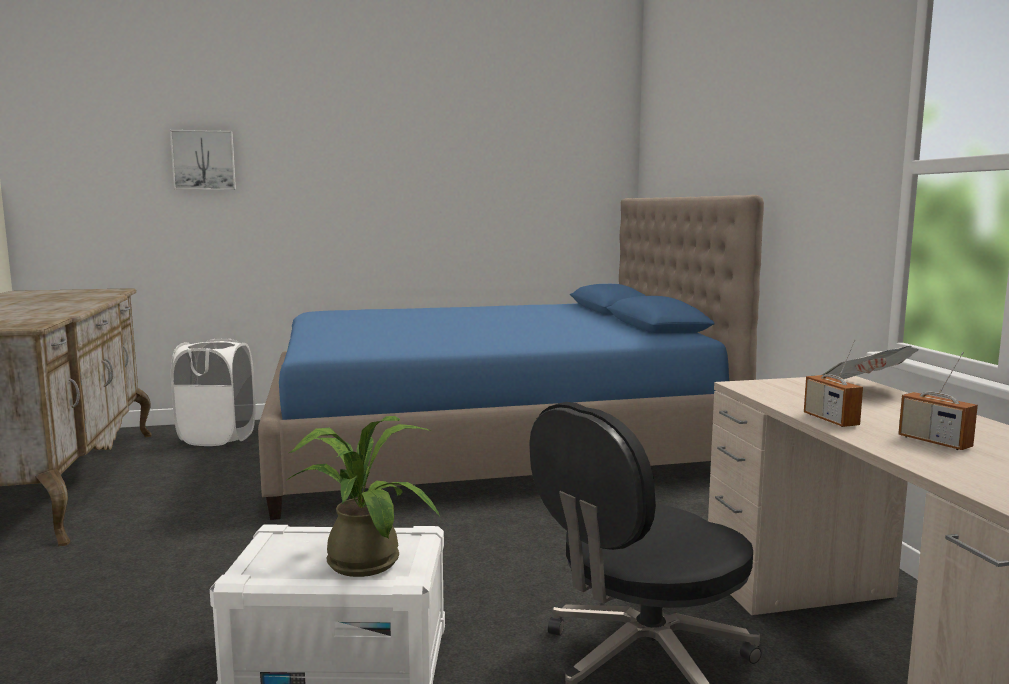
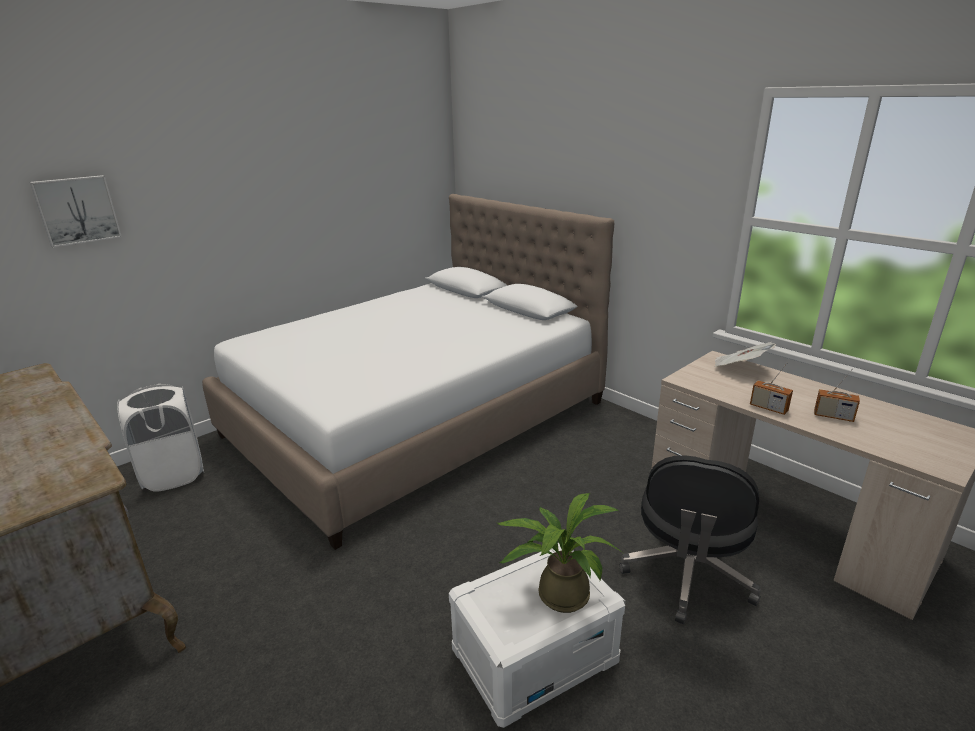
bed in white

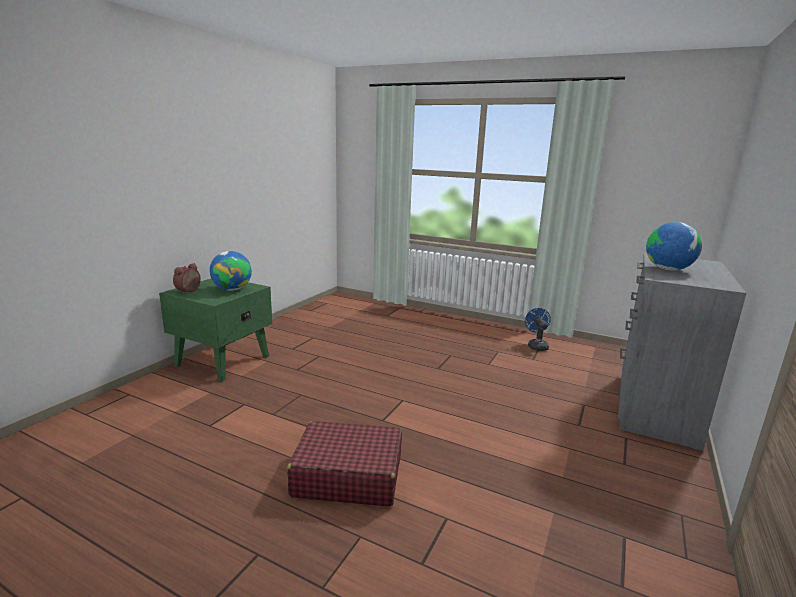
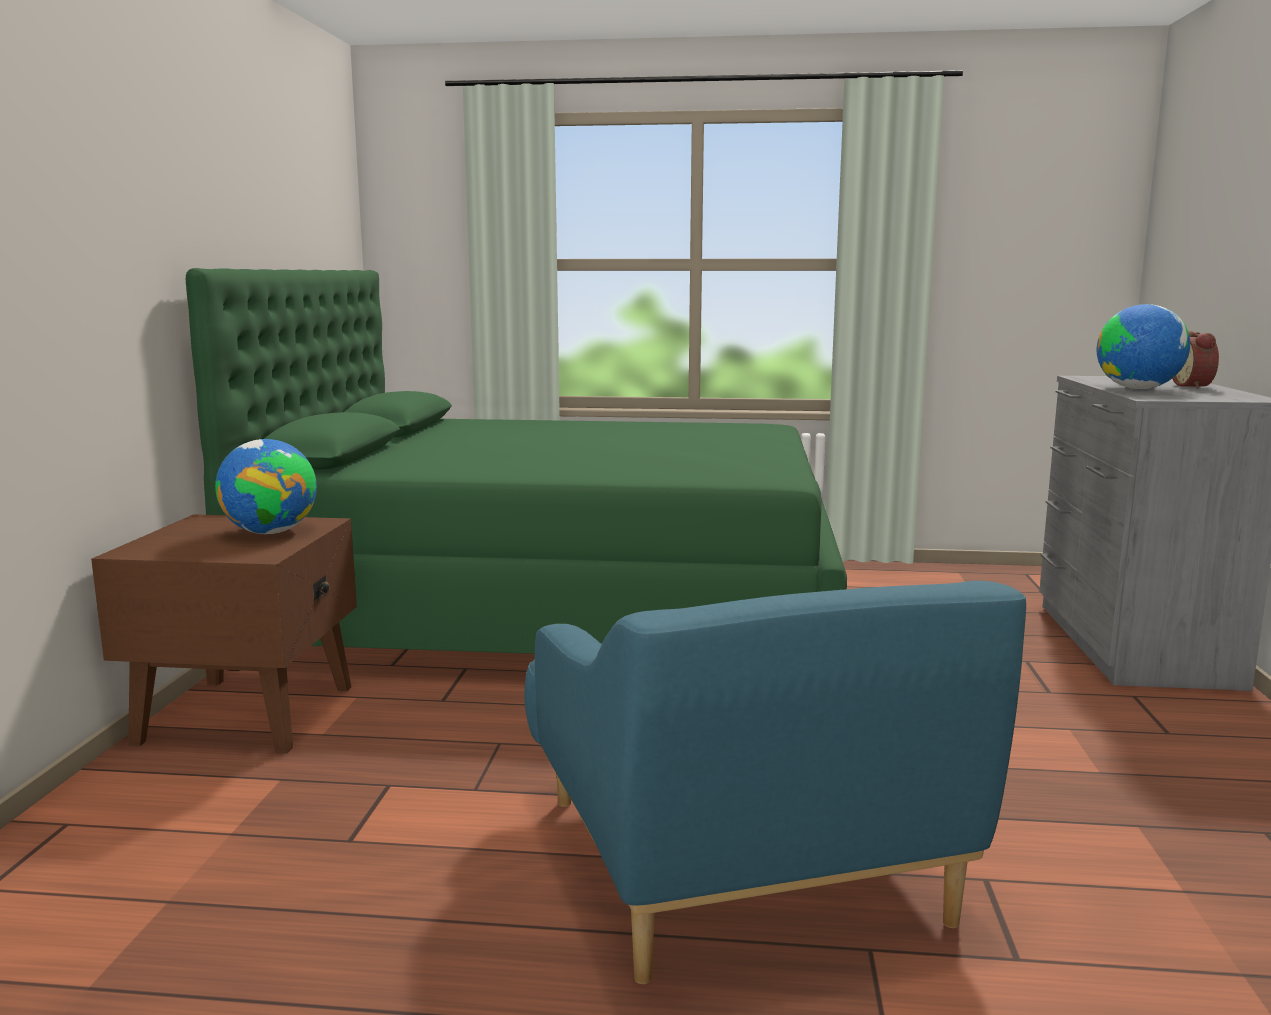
fan in blue
bed in green
alarm clock
armchair in blue
nightstand in brown

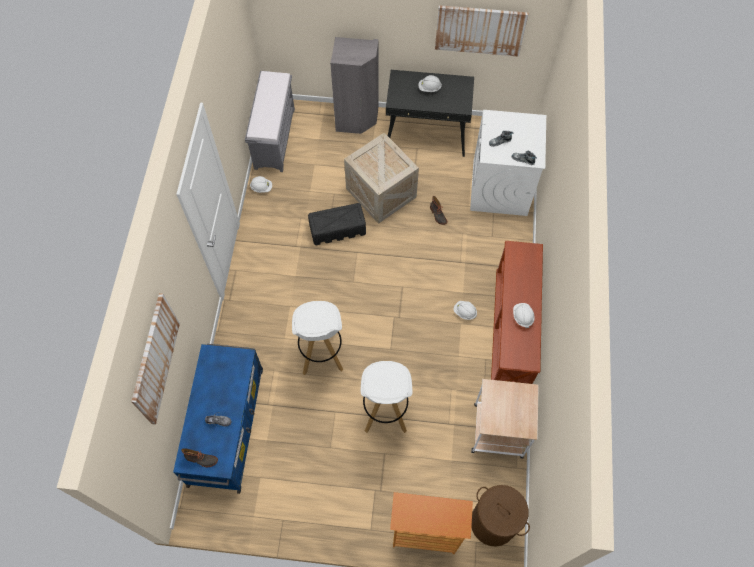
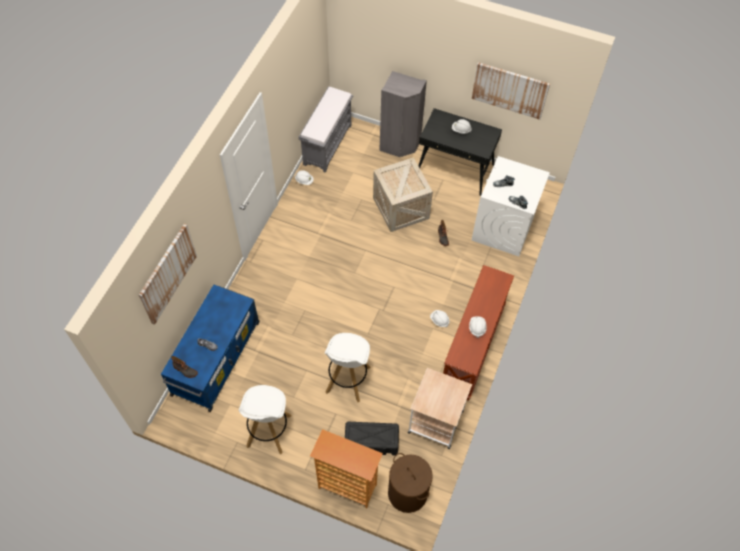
stool in white (1st from left)
storage box in black

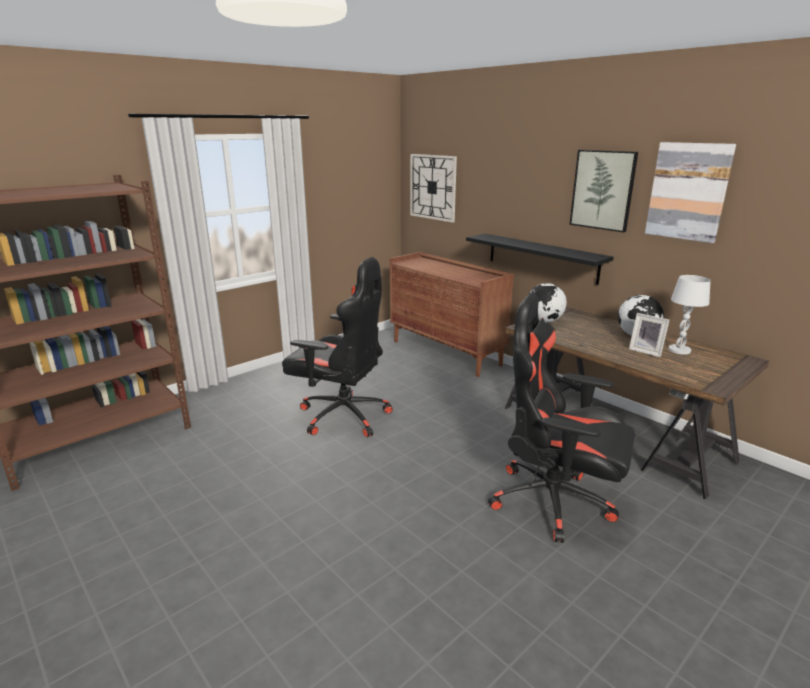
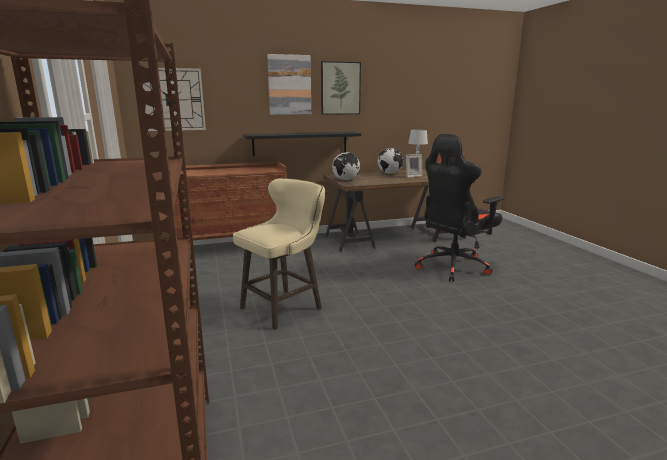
picture (1st from left)
stool in beige

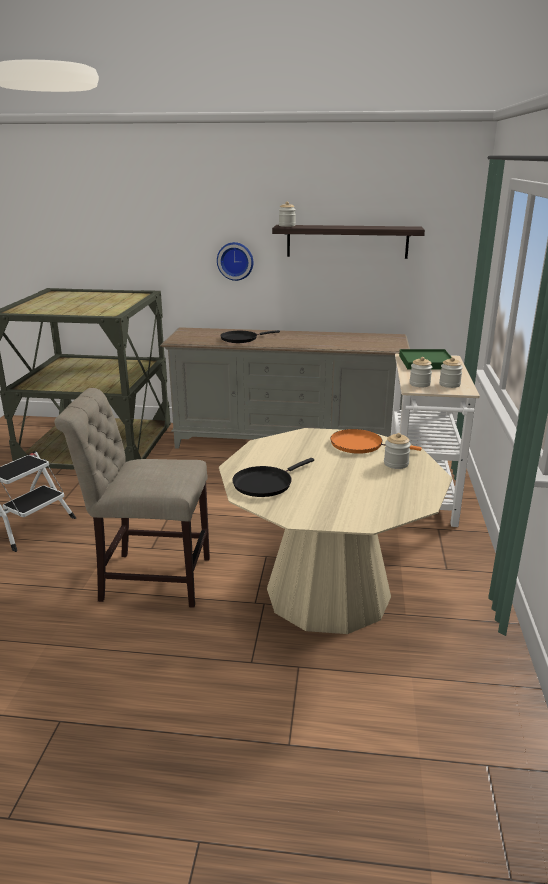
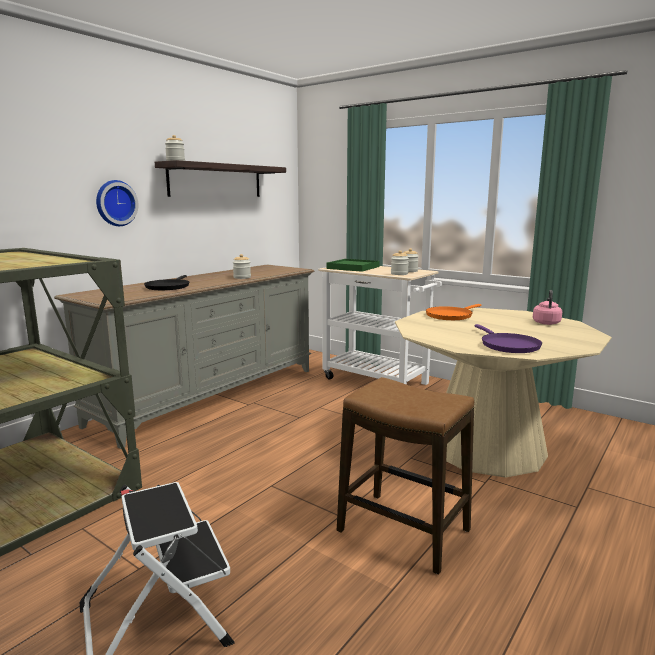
kettle in pink
jar (2nd from left)
stool
frying pan in purple

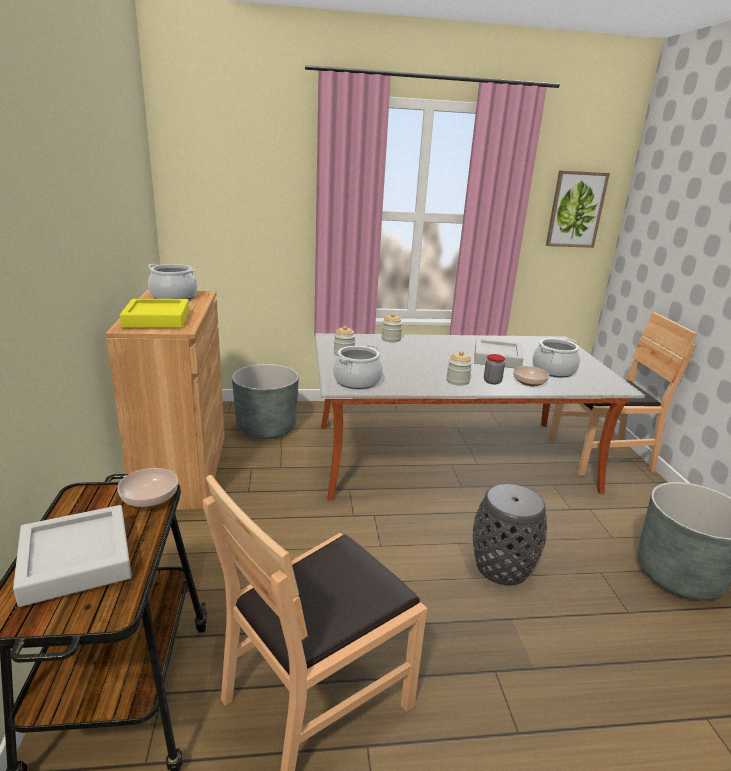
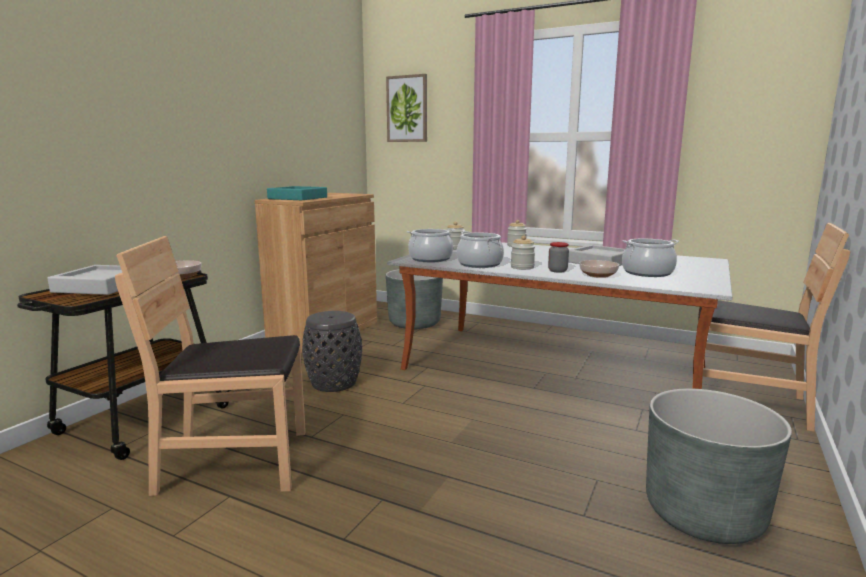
cooking pot (2nd from left)
stool in grey
picture
tray in turquoise

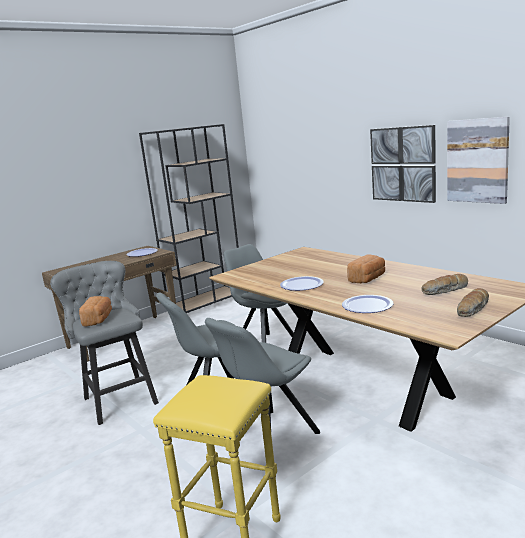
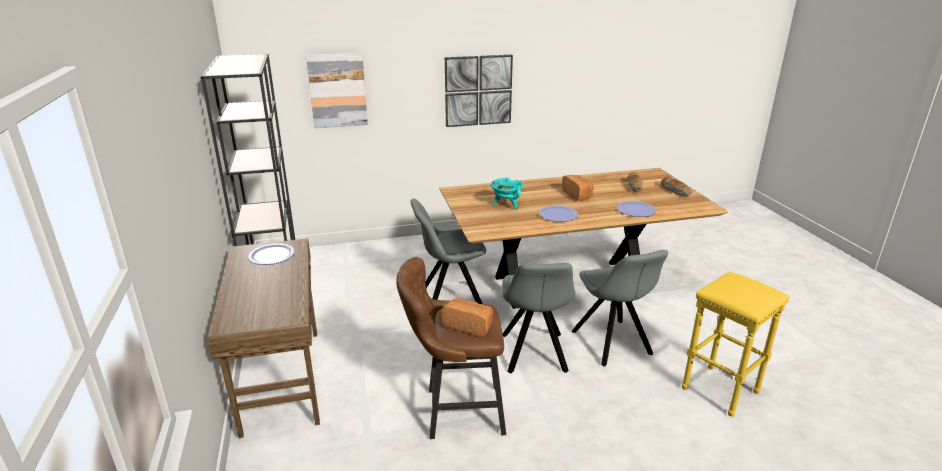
cooking pot in turquoise
picture (1st from left)
stool in brown

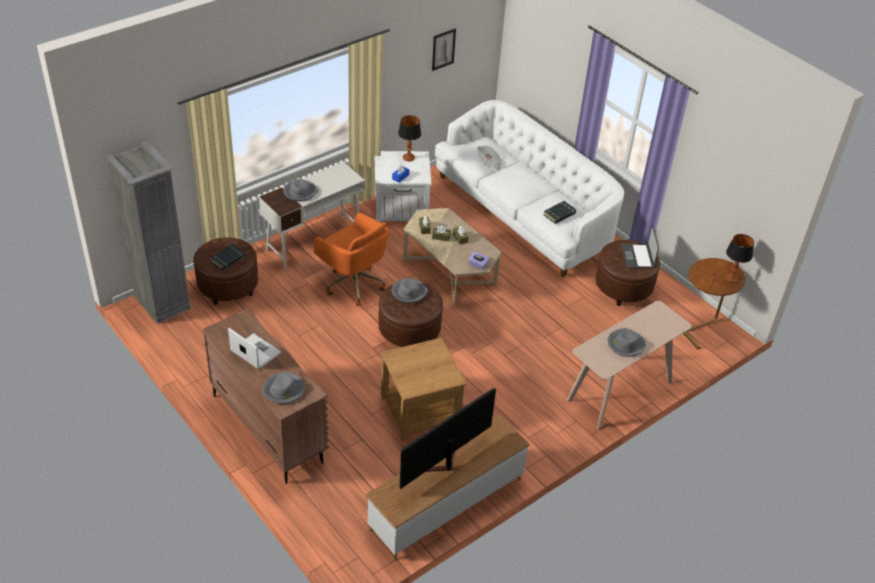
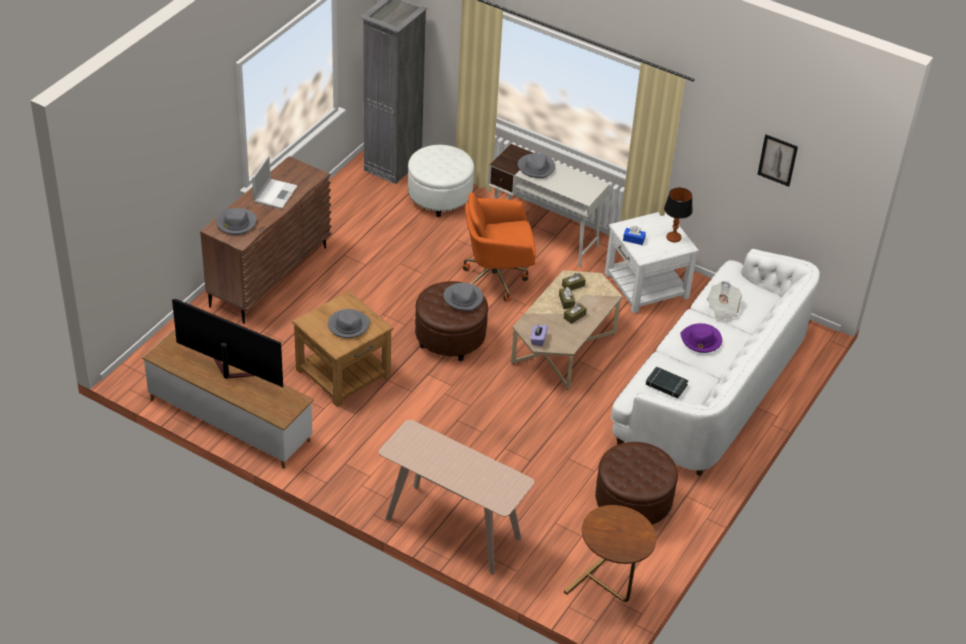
book in black (1st from left in the first image)
laptop (2nd from left in the first image)
table lamp (2nd from left in the first image)
hat in purple
hat in grey (2nd from left)
ottoman in white
office chair in orange

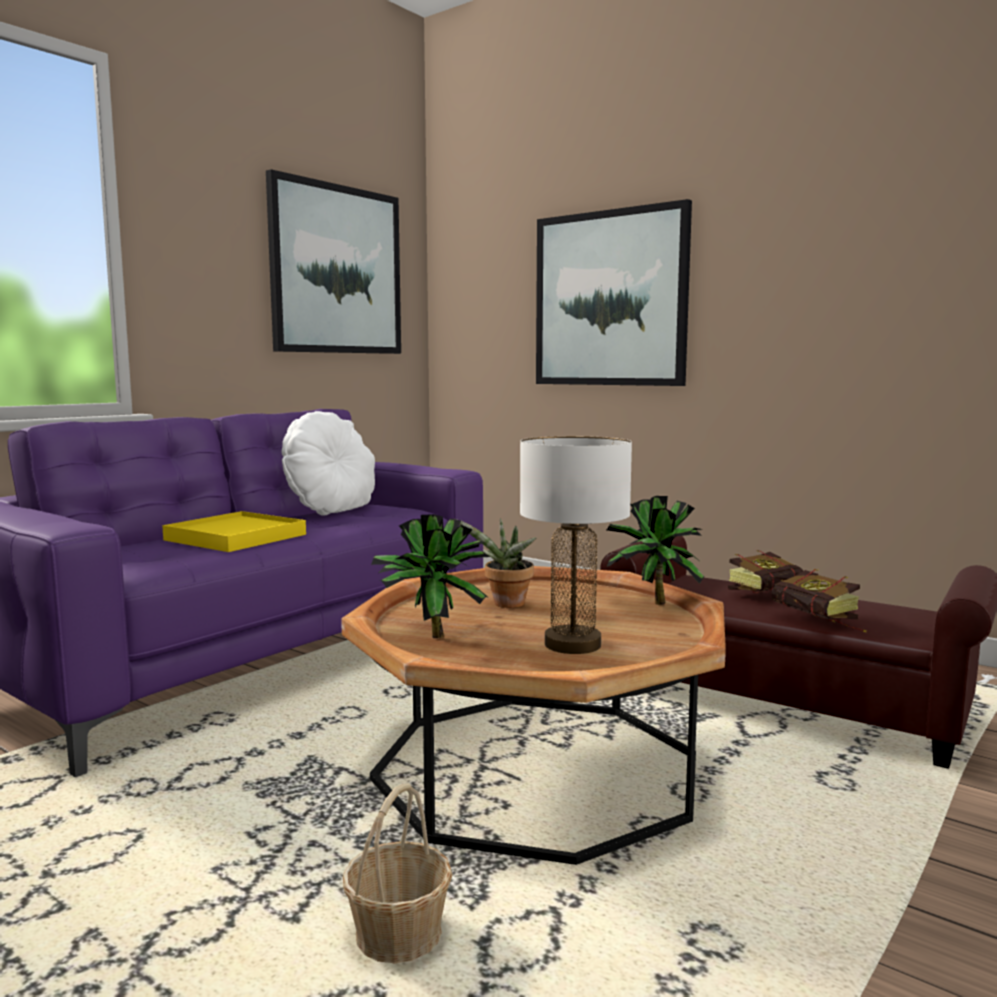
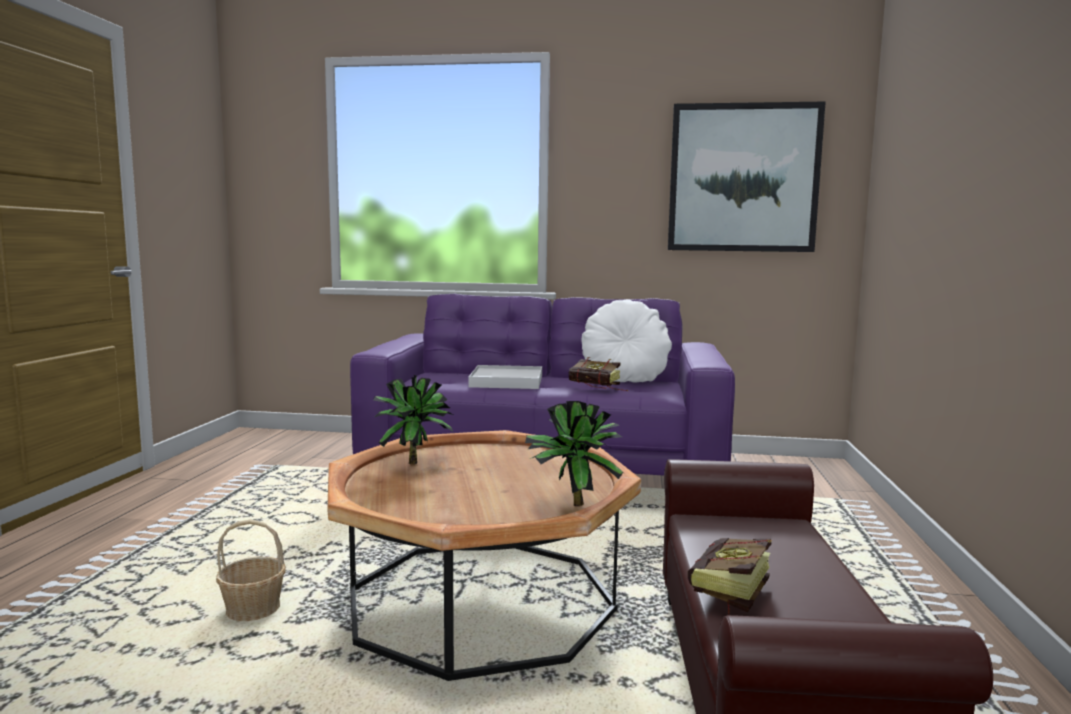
potted plant (2nd from left in the first image)
table lamp
picture (2nd from left in the first image)
book (1st from left)
tray in white

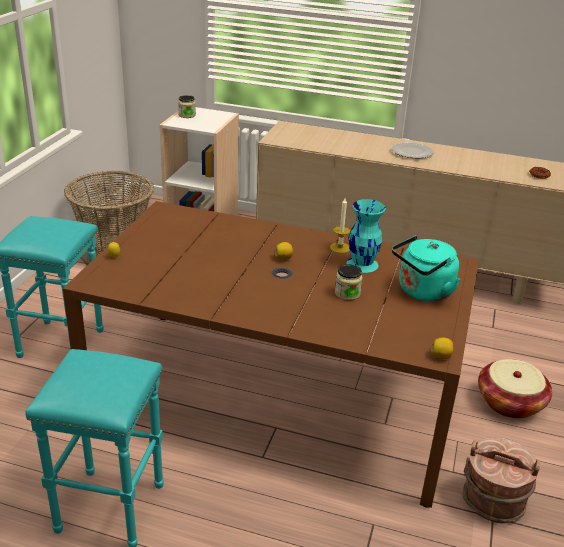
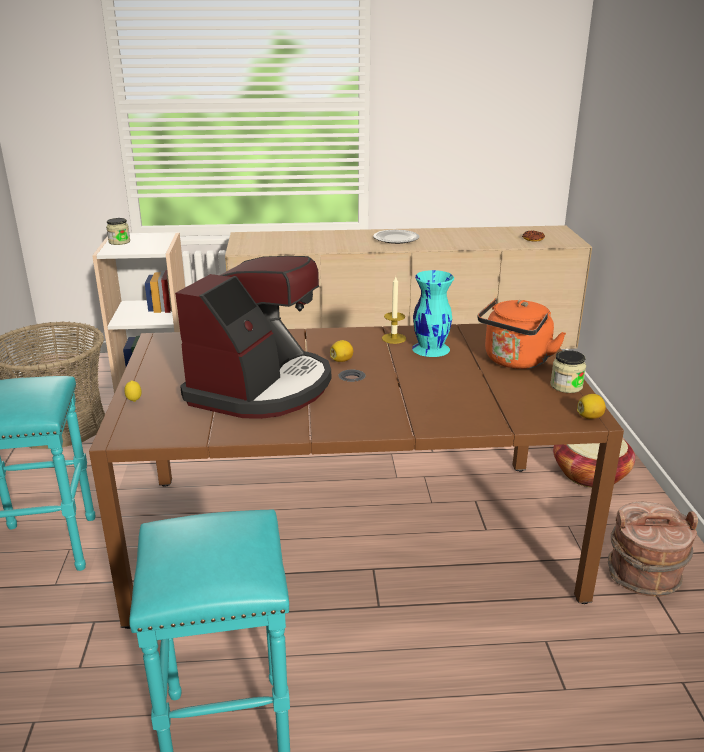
coffee machine
jar (2nd from left)
kettle in orange

